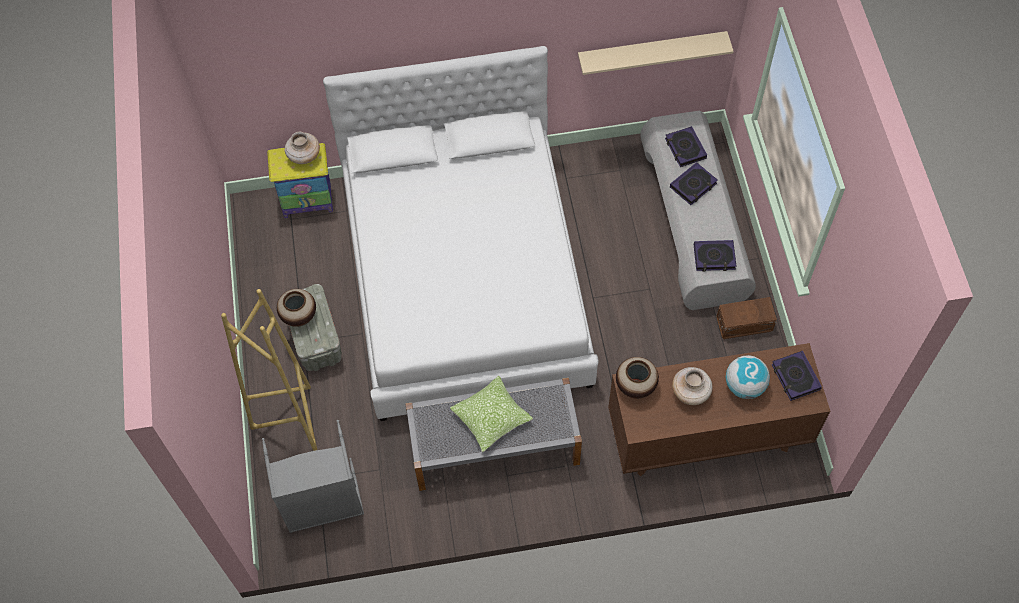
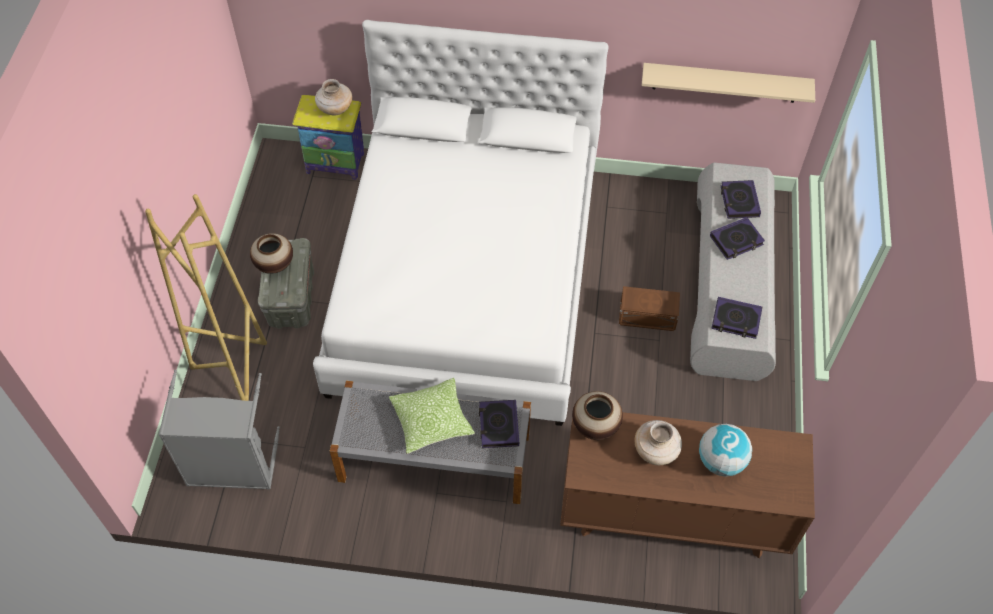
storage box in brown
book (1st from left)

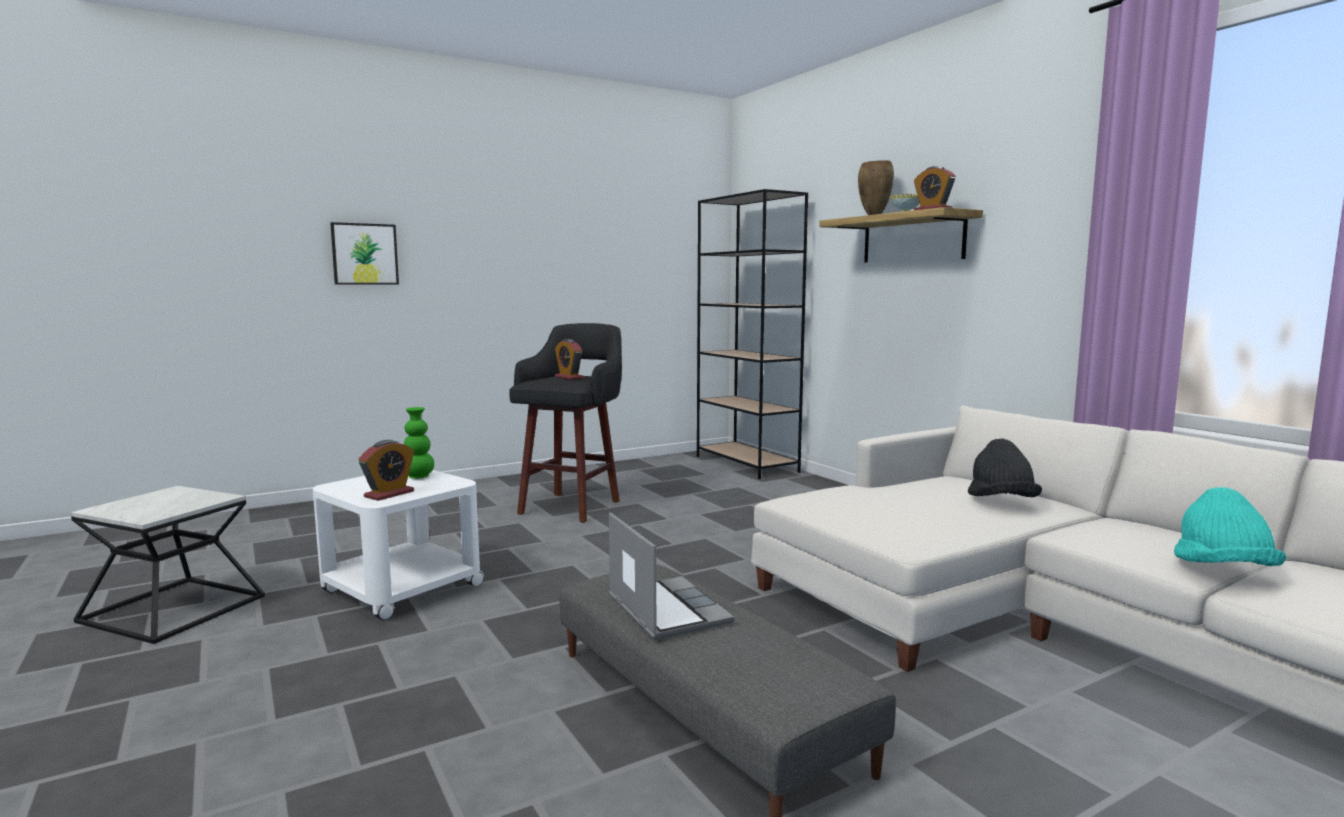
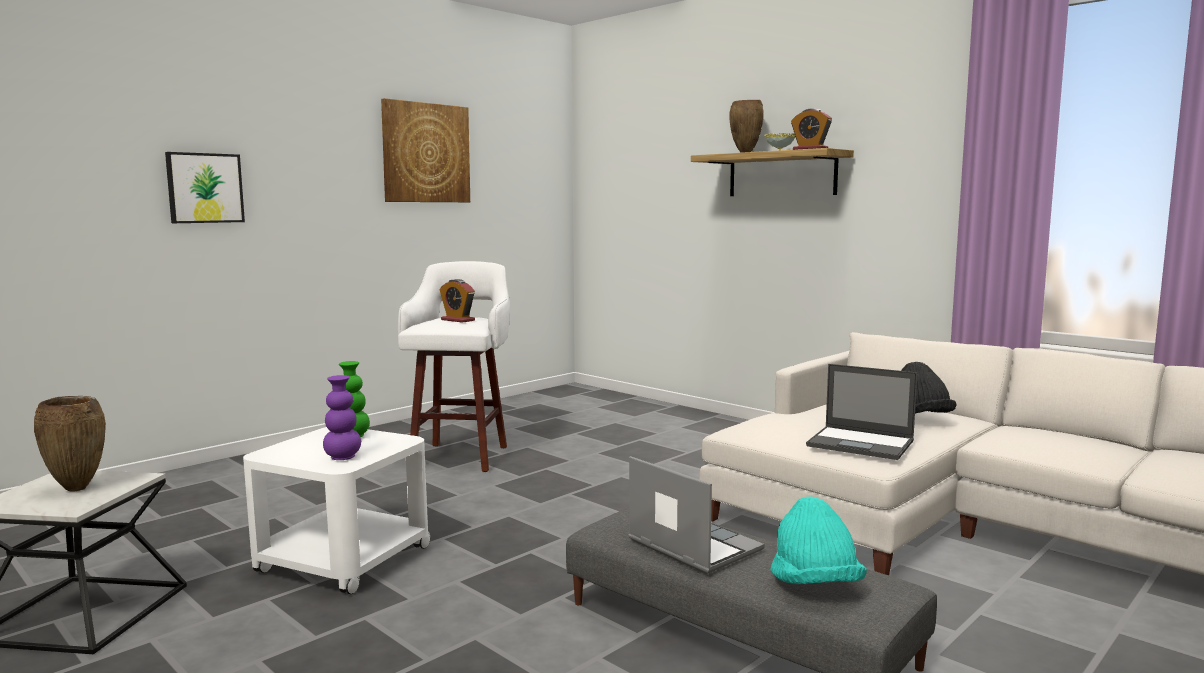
bookcase in beige
vase in brown (1st from left)
picture (2nd from left)
laptop (2nd from left)
hat in turquoise
vase in purple
stool in white

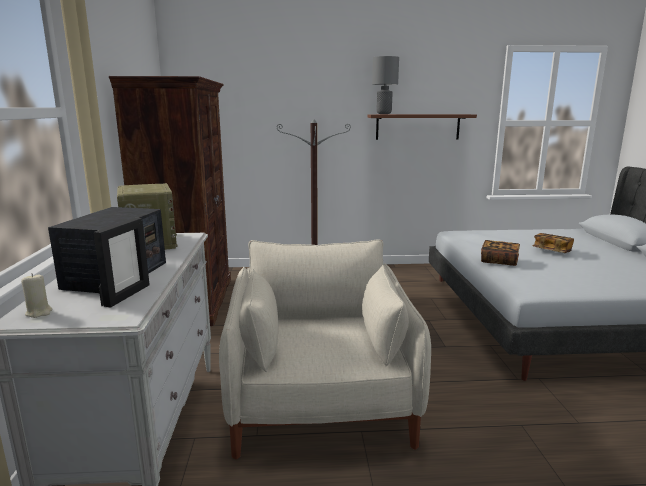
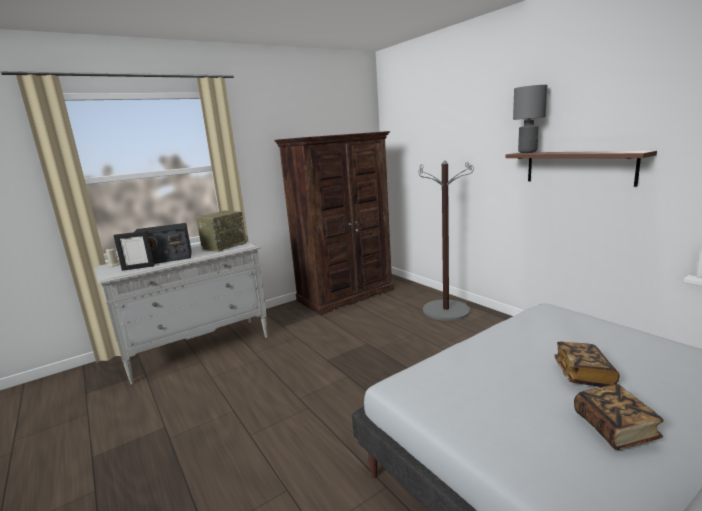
armchair in beige
book (2nd from left)

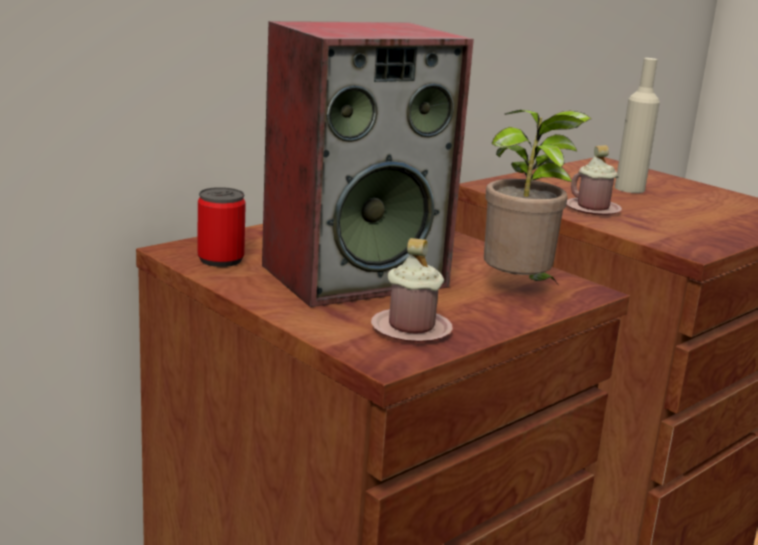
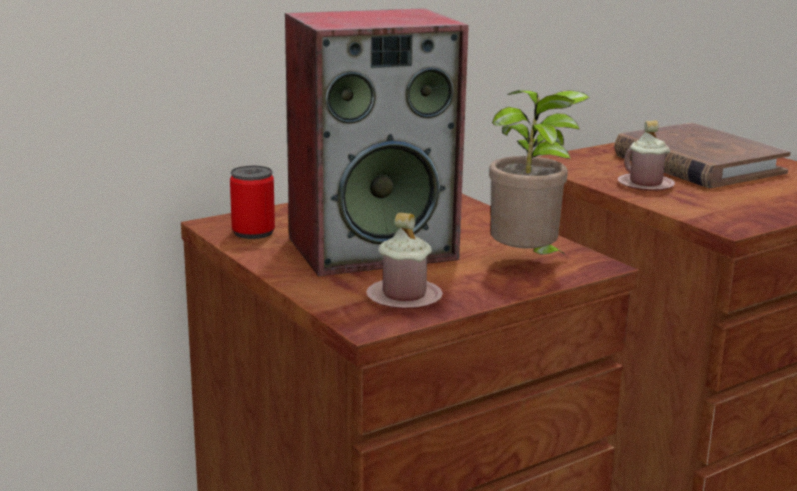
book in brown

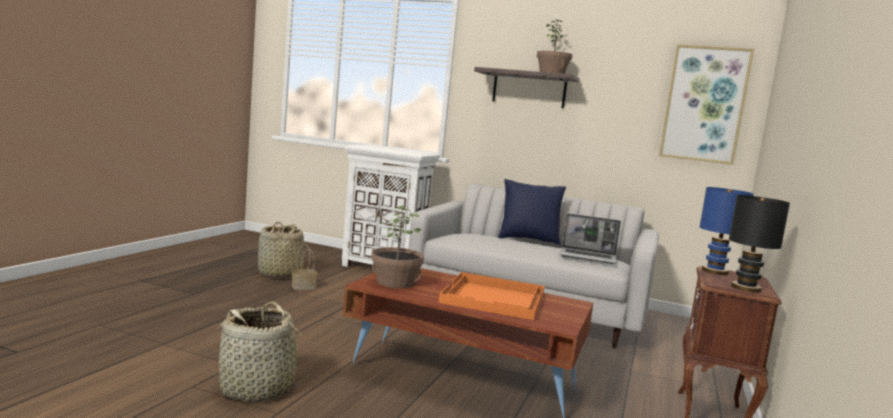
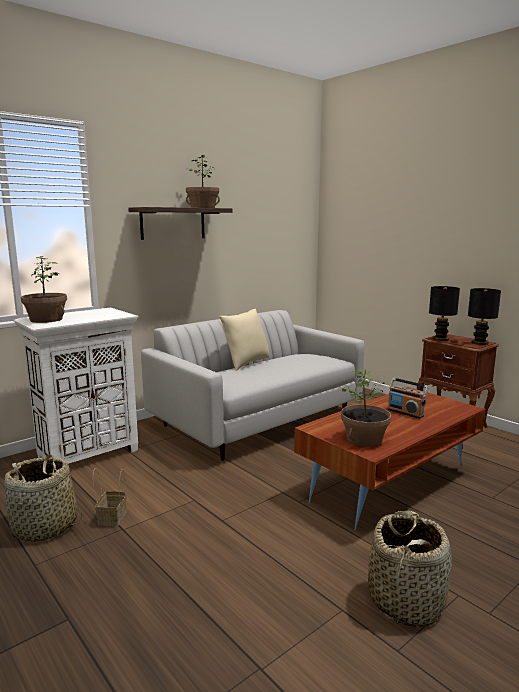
laptop
picture
potted plant (1st from left)
radio
pillow in beige
table lamp in black (1st from left)

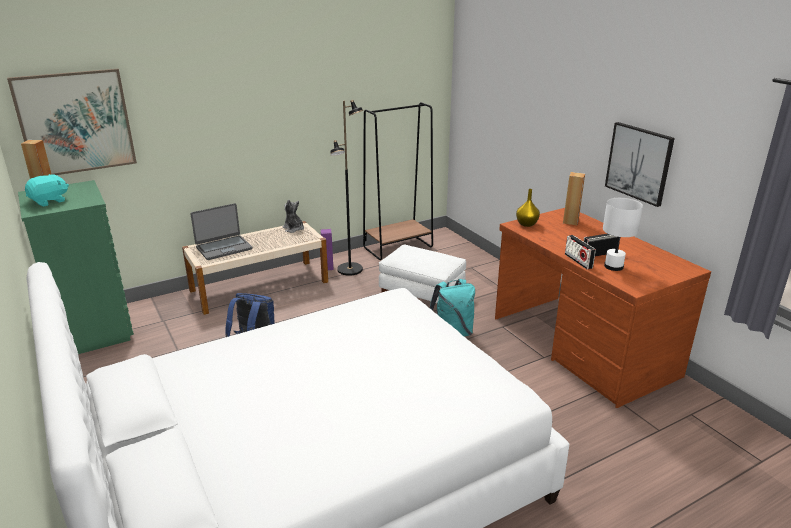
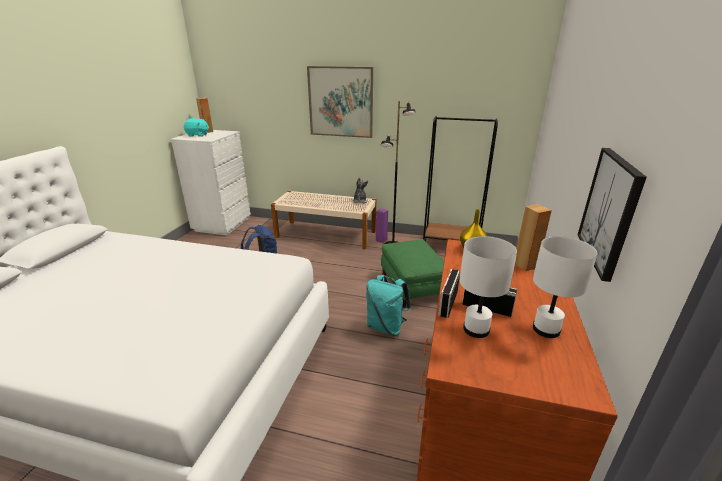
laptop
table lamp in white (2nd from left)
picture (1st from left)
dresser in white
ottoman in green

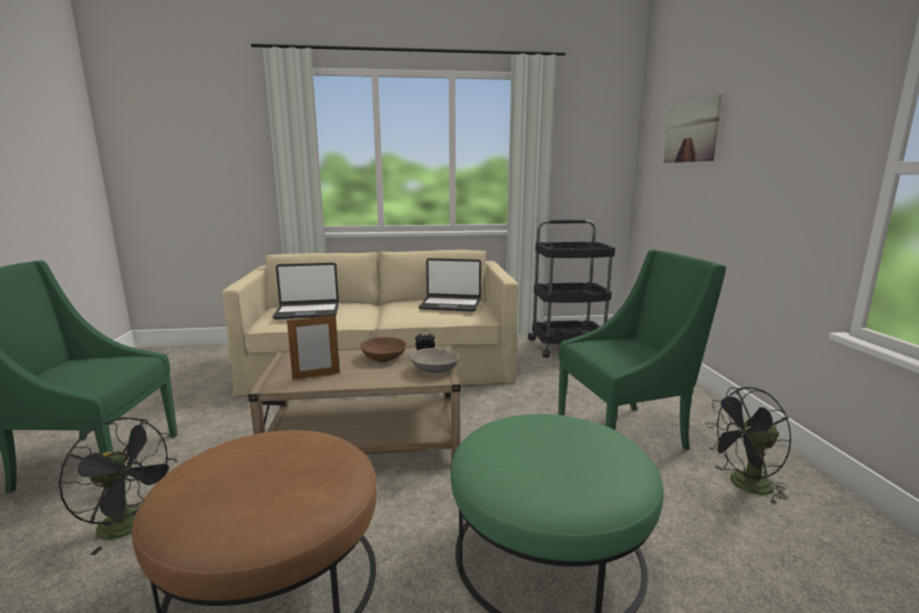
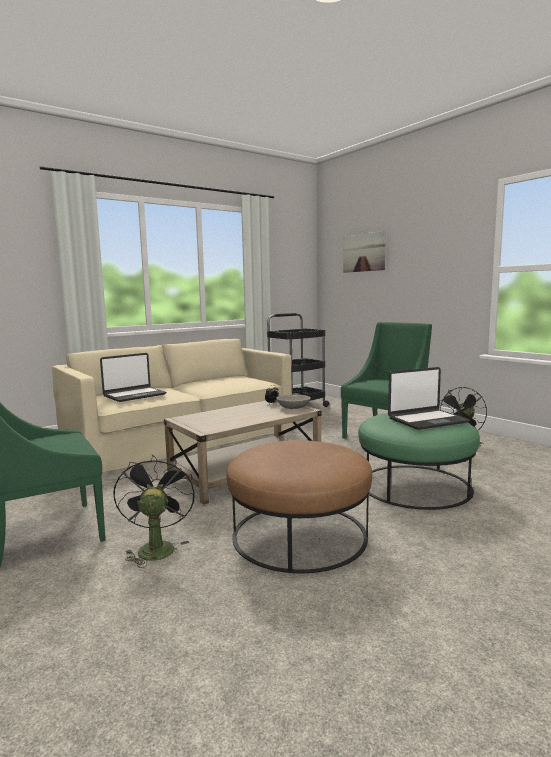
picture frame
bowl in brown
laptop (2nd from left)
fan in black (1st from left)

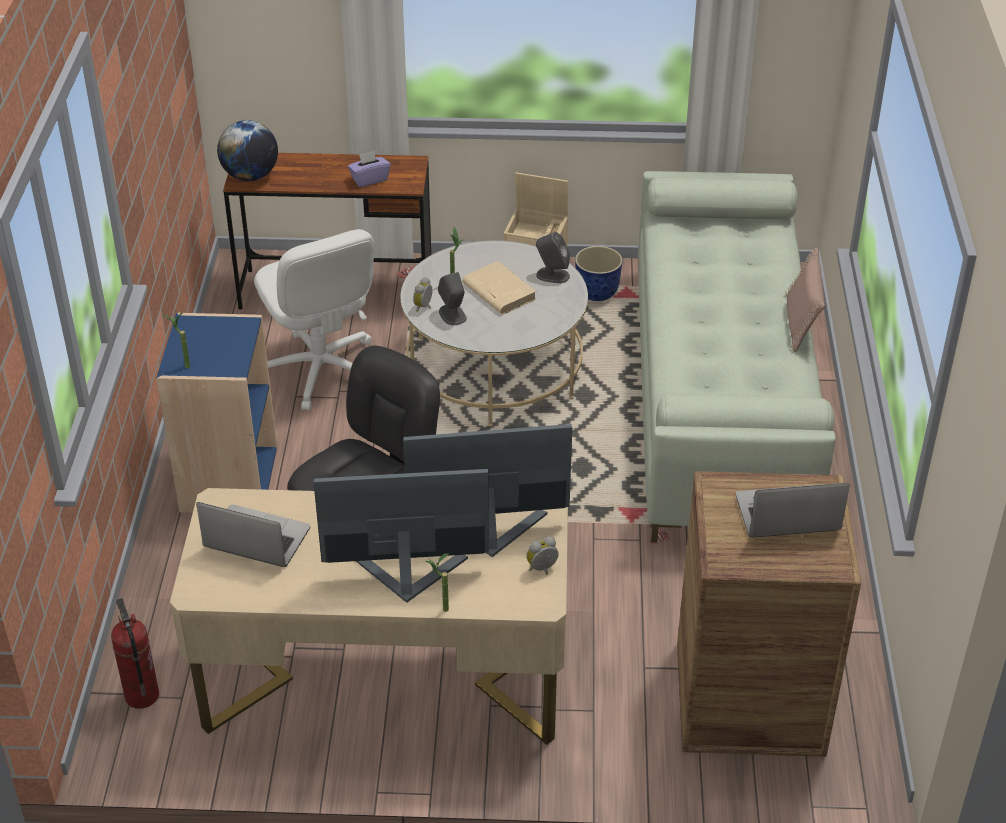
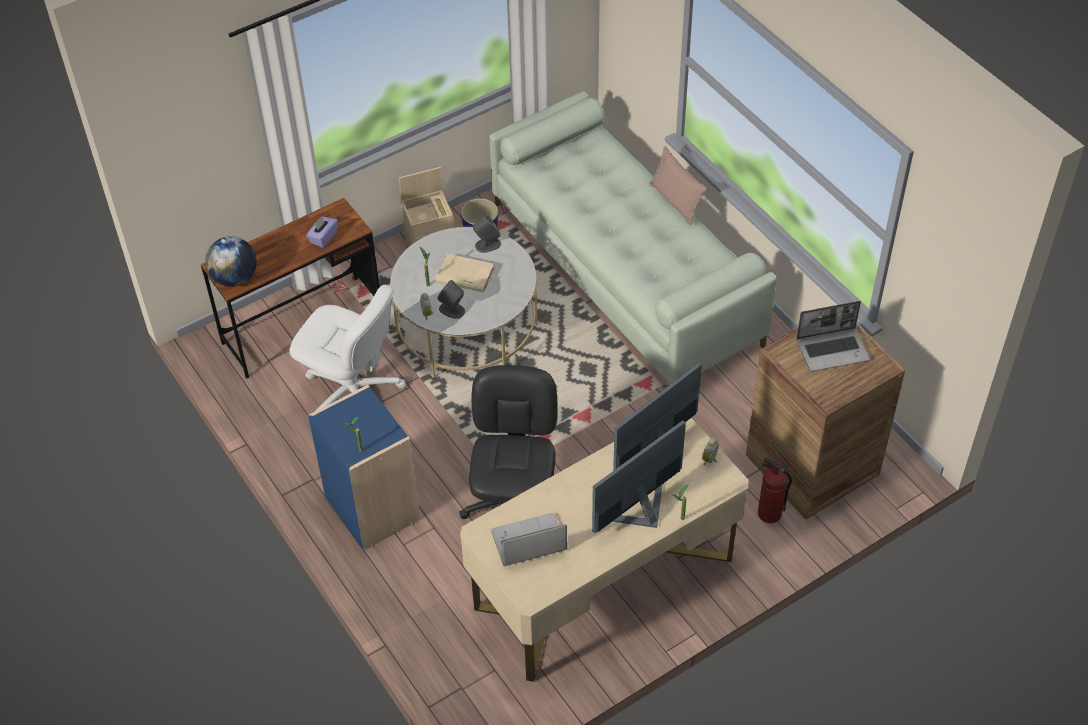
fire extinguisher
laptop (2nd from left)

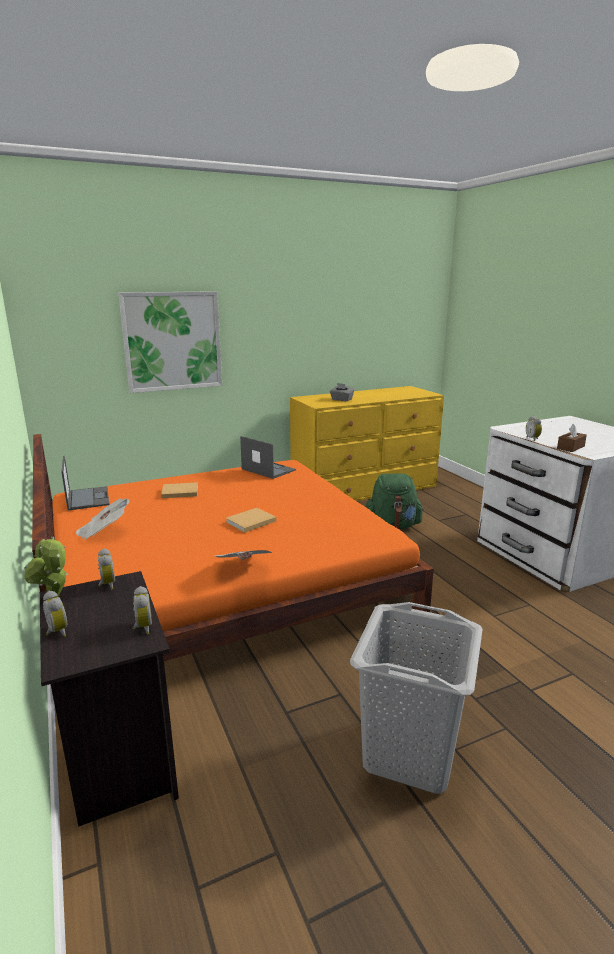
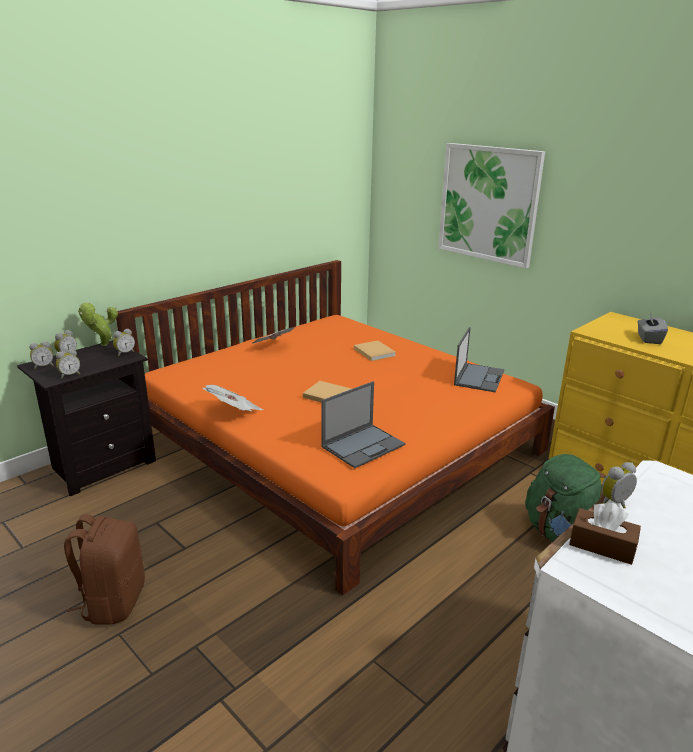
alarm clock (1st from left)
laptop (1st from left)
backpack in brown

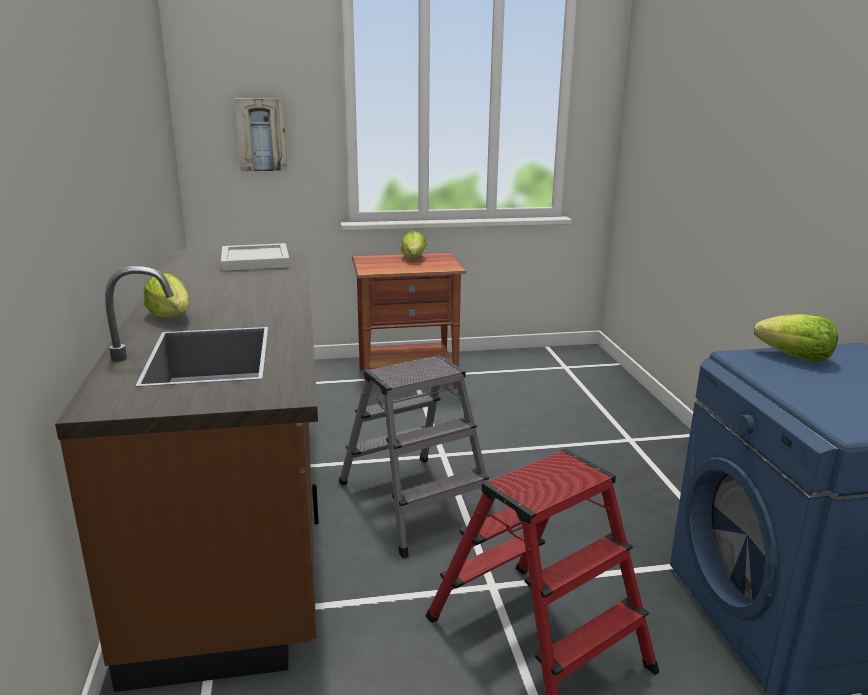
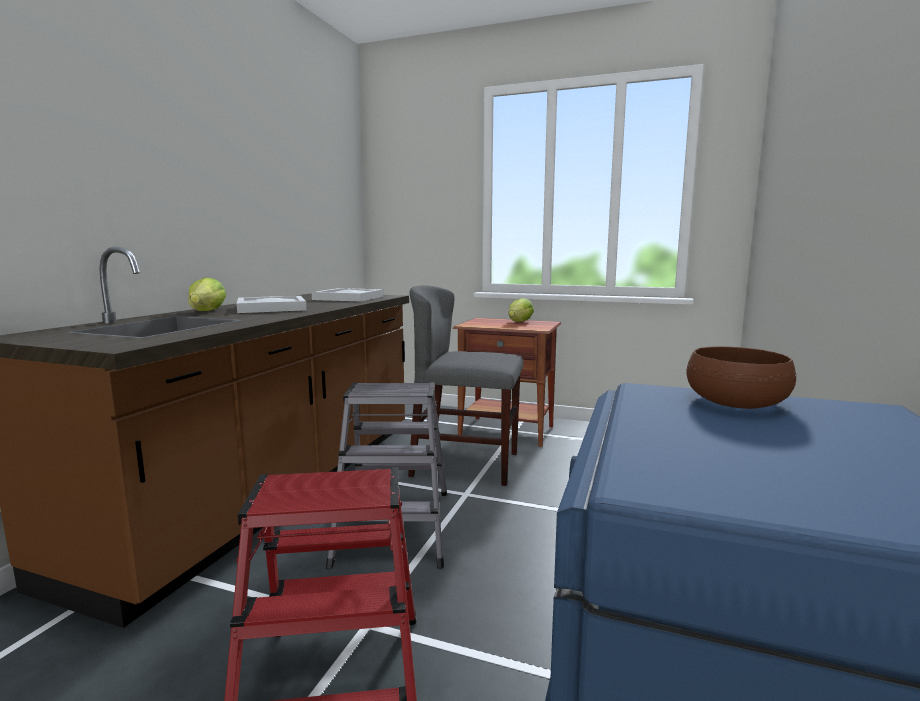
picture
tray in white (1st from left)
chair in grey
bowl in brown

